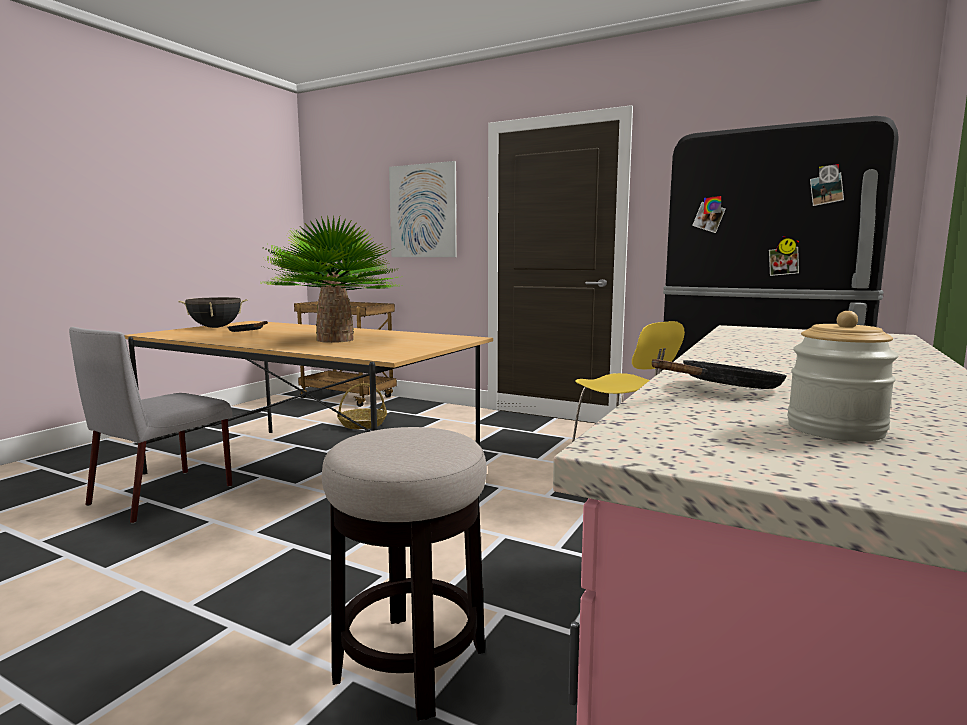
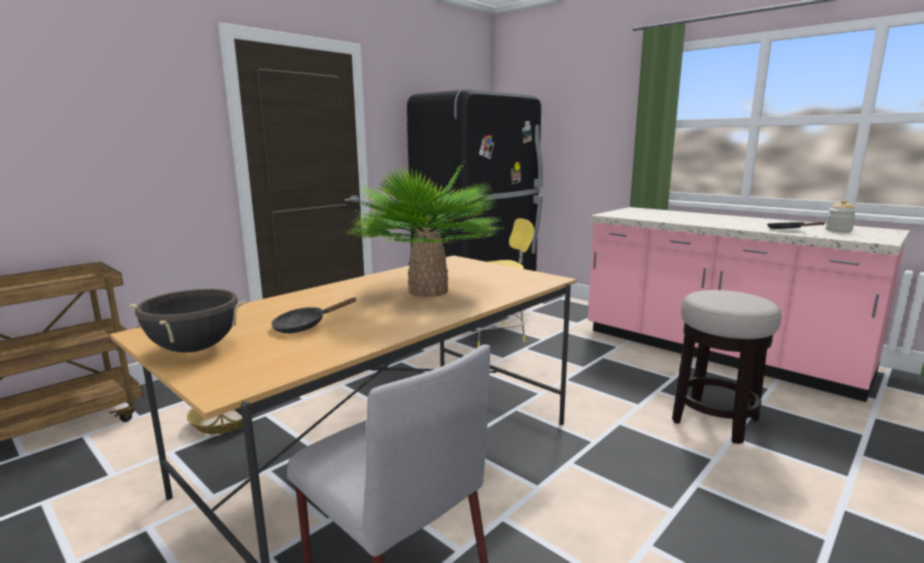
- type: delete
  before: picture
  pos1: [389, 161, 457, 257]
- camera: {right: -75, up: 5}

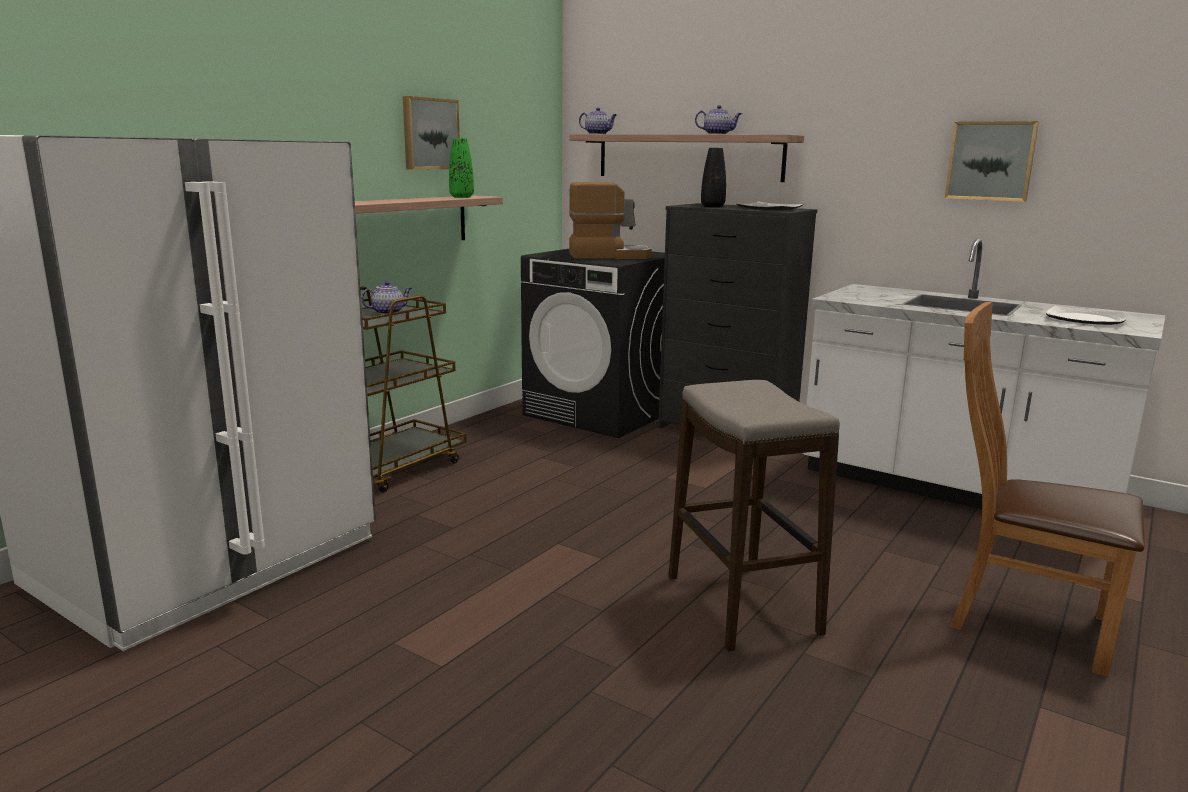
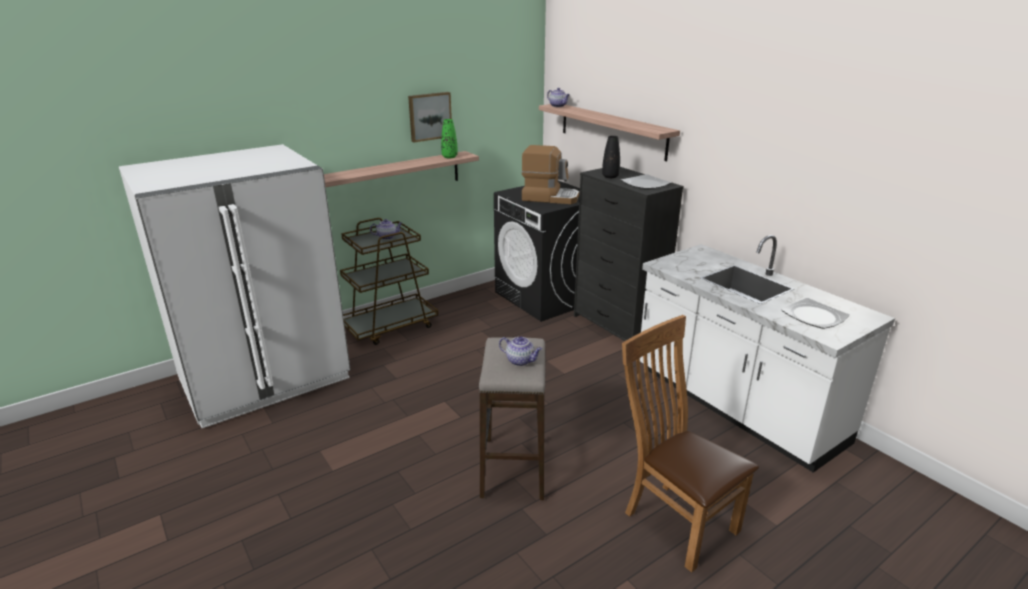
- type: move
  before: teapot
  pos1: [695, 105, 742, 134]
  pos2: [499, 336, 542, 366]
- type: delete
  before: picture
  pos1: [945, 121, 1039, 202]
- camera: {right: 20, up: 10}

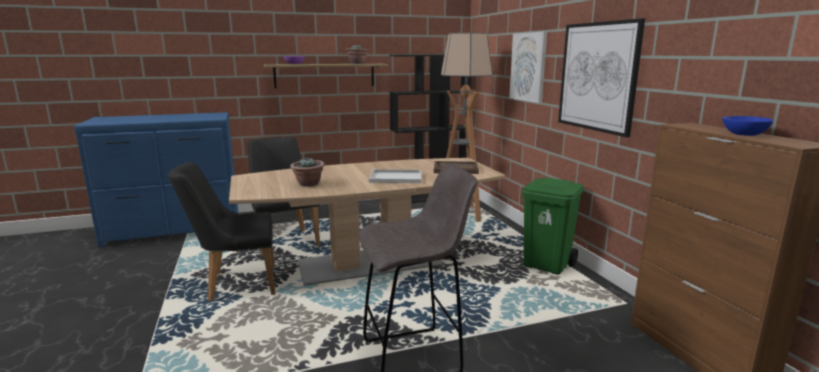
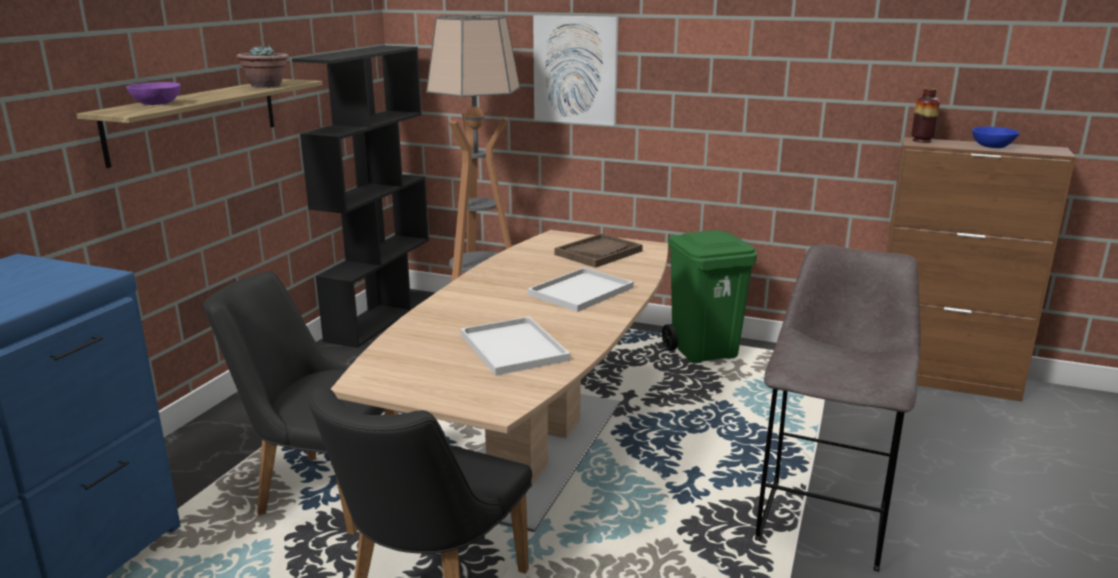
- type: replace
  before: potted plant
  after: tray (white)
  pos1: [290, 158, 325, 187]
  pos2: [461, 317, 570, 376]
- type: insert
  after: vase
  pos2: [911, 88, 940, 143]
- type: delete
  before: picture
  pos1: [558, 18, 645, 137]
- camera: {right: -50, up: 5}

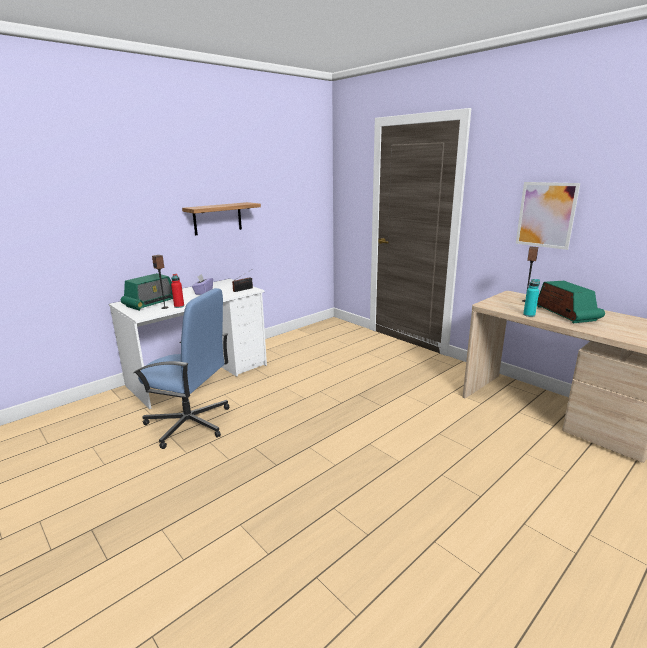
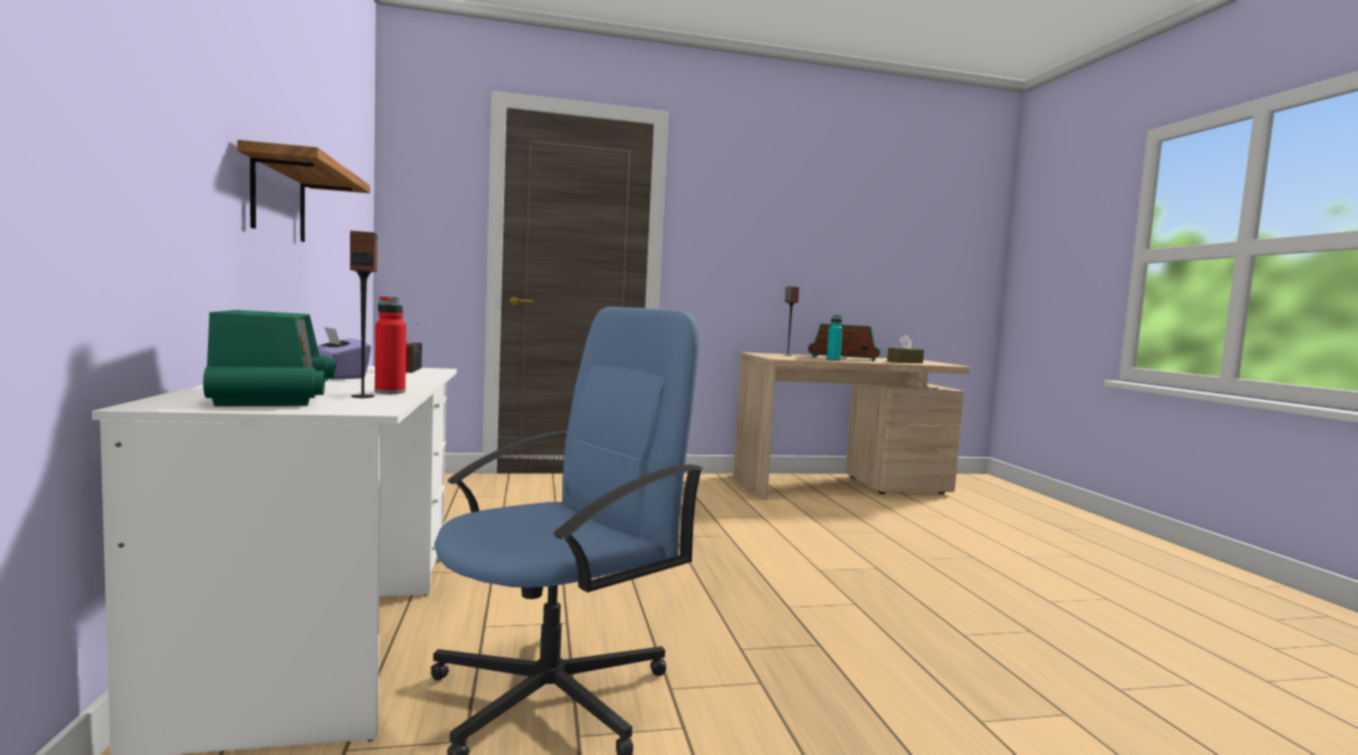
- type: insert
  after: tissue box (brown)
  pos2: [887, 335, 924, 363]
- type: delete
  before: picture
  pos1: [516, 182, 580, 250]
- camera: {right: -60, up: -15}

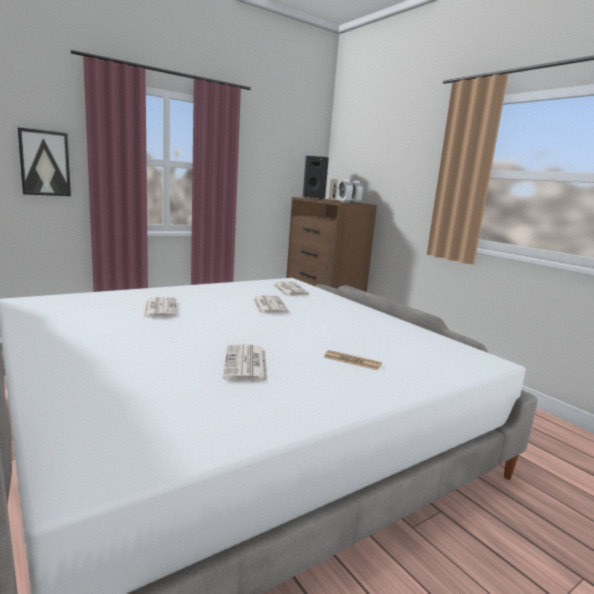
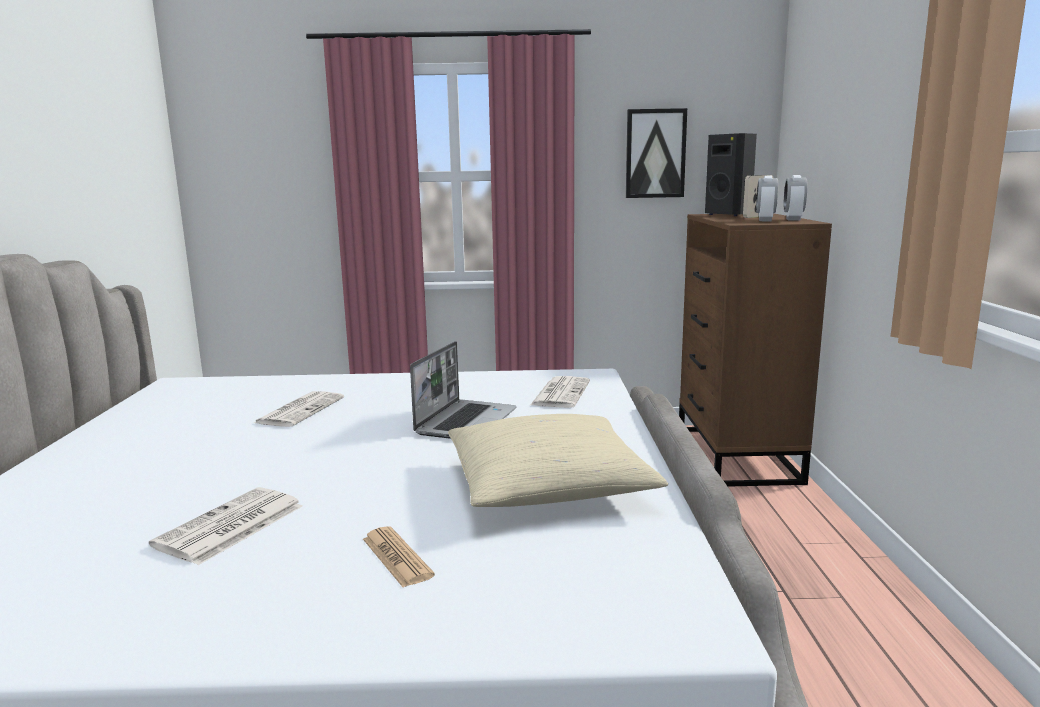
- type: replace
  before: newspaper
  after: laptop
  pos1: [253, 295, 289, 314]
  pos2: [410, 341, 517, 439]
- type: insert
  after: pillow (beige)
  pos2: [448, 414, 669, 507]
- type: move
  before: picture
  pos1: [17, 128, 71, 196]
  pos2: [626, 108, 687, 198]
- camera: {right: 35, up: 0}

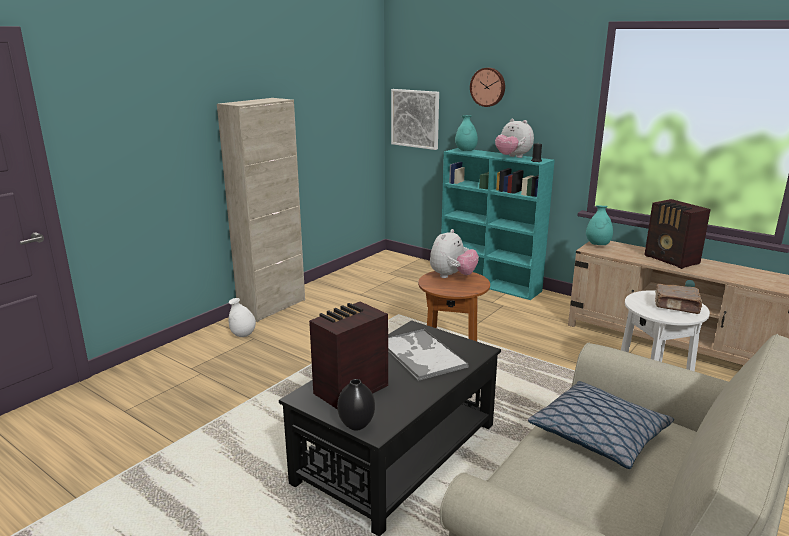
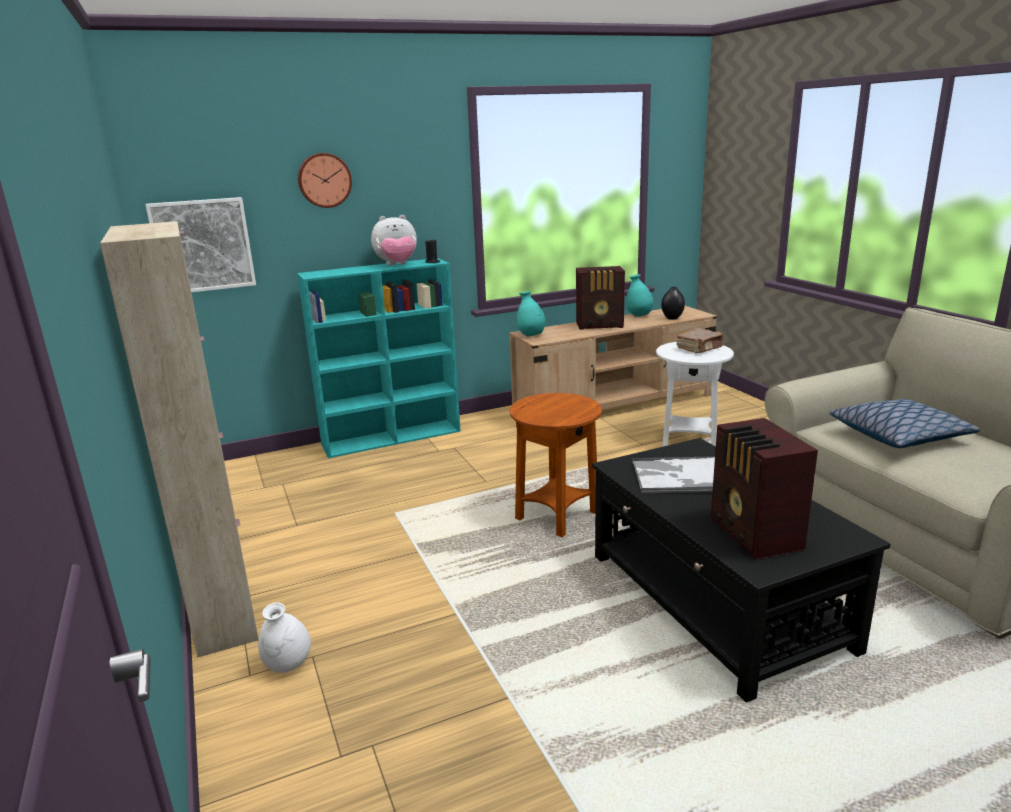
- type: move
  before: vase (turquoise)
  pos1: [455, 115, 478, 151]
  pos2: [626, 274, 653, 317]
- type: move
  before: vase (black)
  pos1: [337, 379, 375, 431]
  pos2: [661, 287, 685, 320]
- type: delete
  before: plush toy
  pos1: [430, 229, 479, 278]
- camera: {right: -60, up: 0}

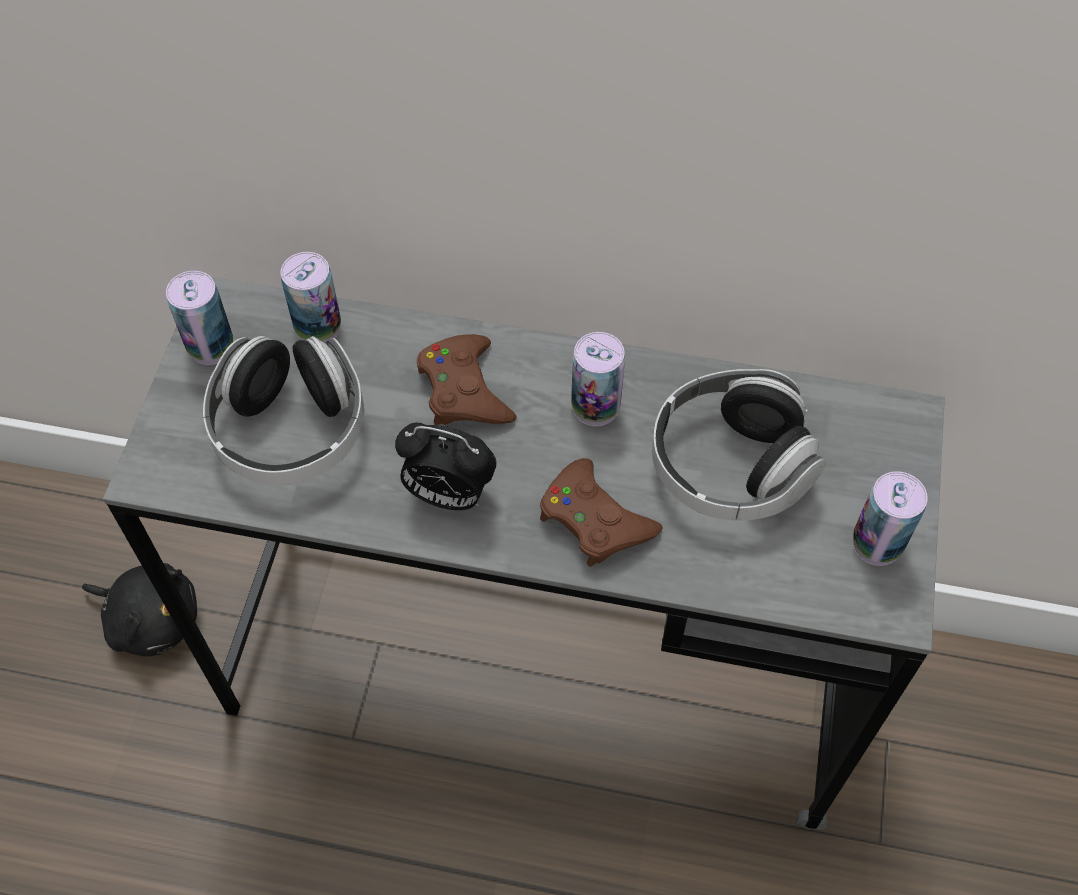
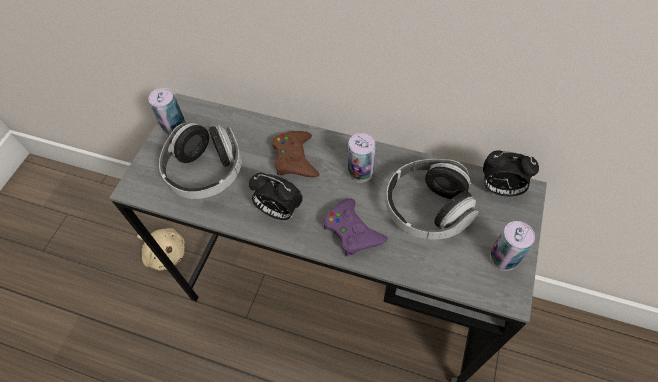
- type: recolor
  before: plush toy (black)
  after: plush toy (beige)
  pos1: [82, 563, 197, 657]
  pos2: [137, 228, 185, 270]
- type: recolor
  before: game controller (brown)
  after: game controller (purple)
  pos1: [540, 458, 663, 567]
  pos2: [324, 199, 388, 256]
- type: insert
  after: alarm clock
  pos2: [483, 150, 539, 196]
- type: delete
  before: can
  pos1: [281, 252, 341, 344]
- camera: {right: 10, up: 0}

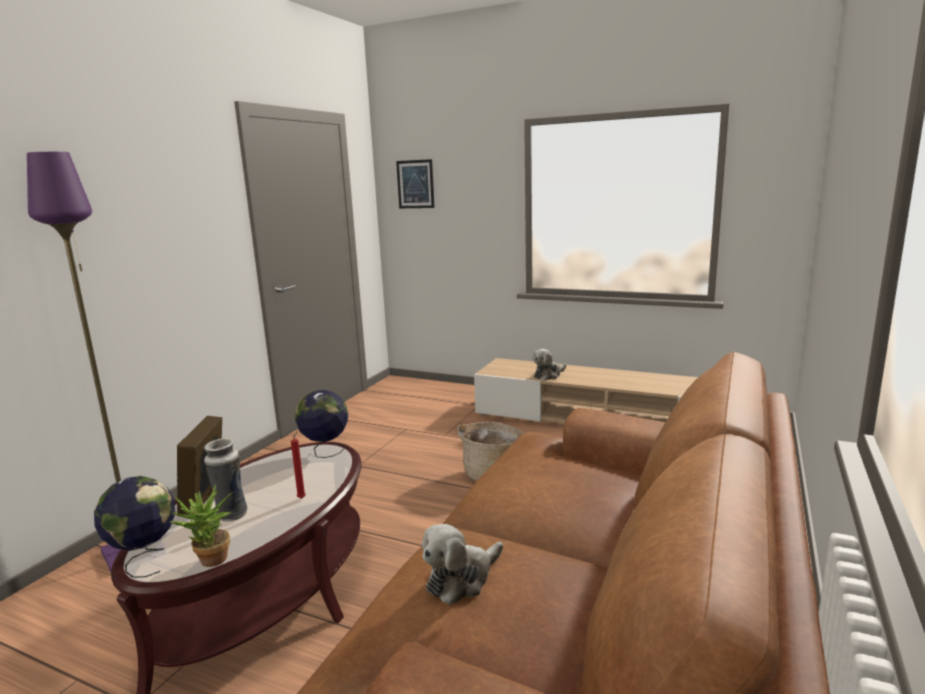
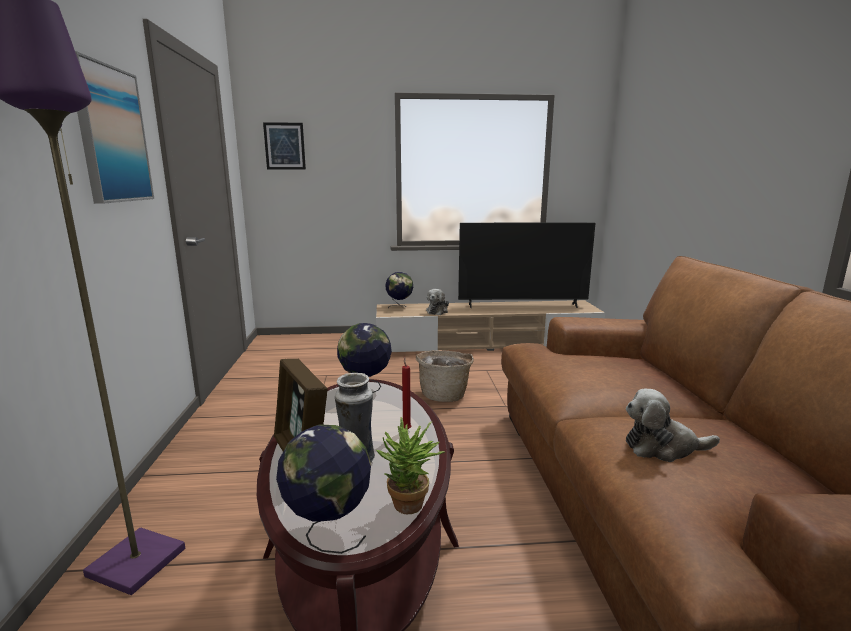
- type: insert
  after: picture
  pos2: [75, 51, 154, 204]
- type: insert
  after: globe
  pos2: [385, 272, 413, 308]
- type: insert
  after: television
  pos2: [458, 223, 595, 308]
- type: rotate
  before: plush toy
  pos1: [422, 524, 503, 605]
  pos2: [626, 388, 720, 462]
  turn: 75
- camera: {right: -30, up: 0}

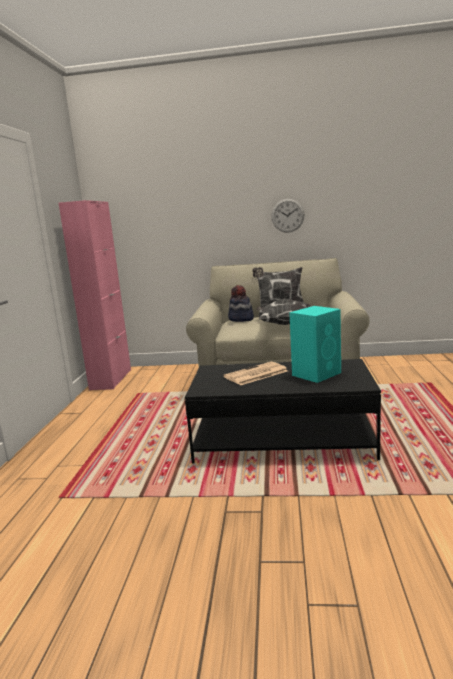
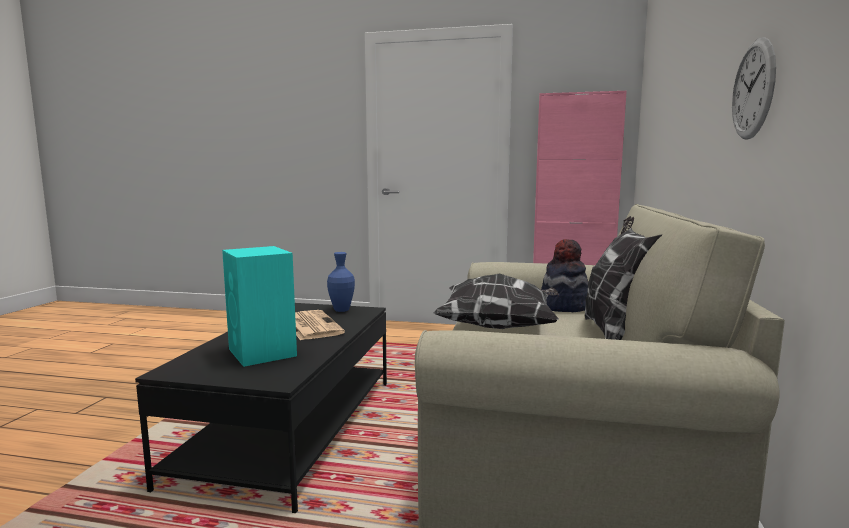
- type: insert
  after: vase (blue)
  pos2: [327, 252, 355, 312]
- camera: {right: 95, up: -5}

